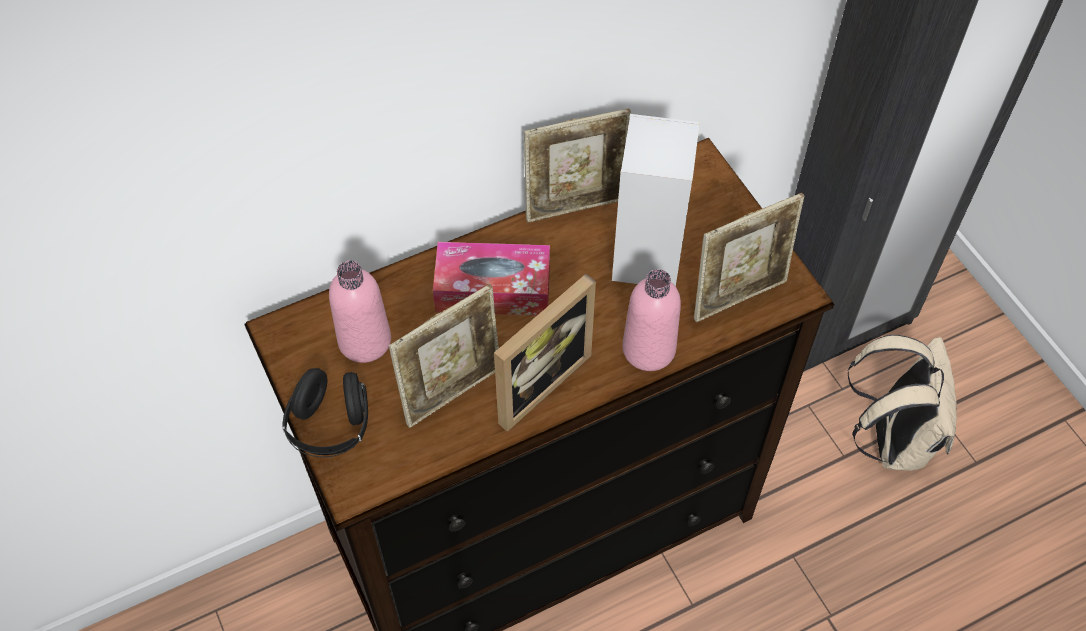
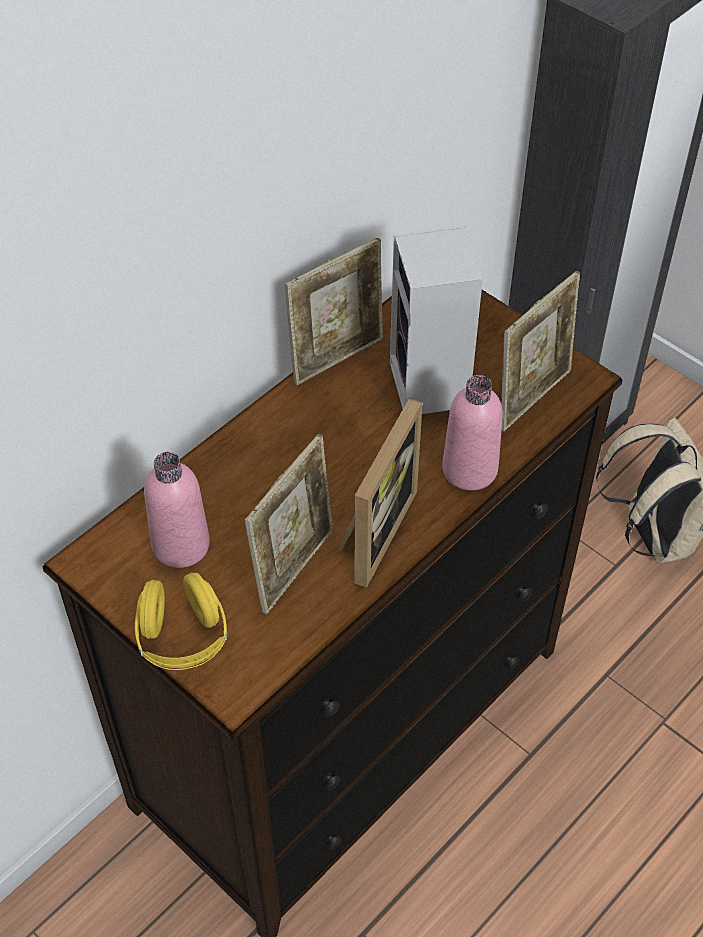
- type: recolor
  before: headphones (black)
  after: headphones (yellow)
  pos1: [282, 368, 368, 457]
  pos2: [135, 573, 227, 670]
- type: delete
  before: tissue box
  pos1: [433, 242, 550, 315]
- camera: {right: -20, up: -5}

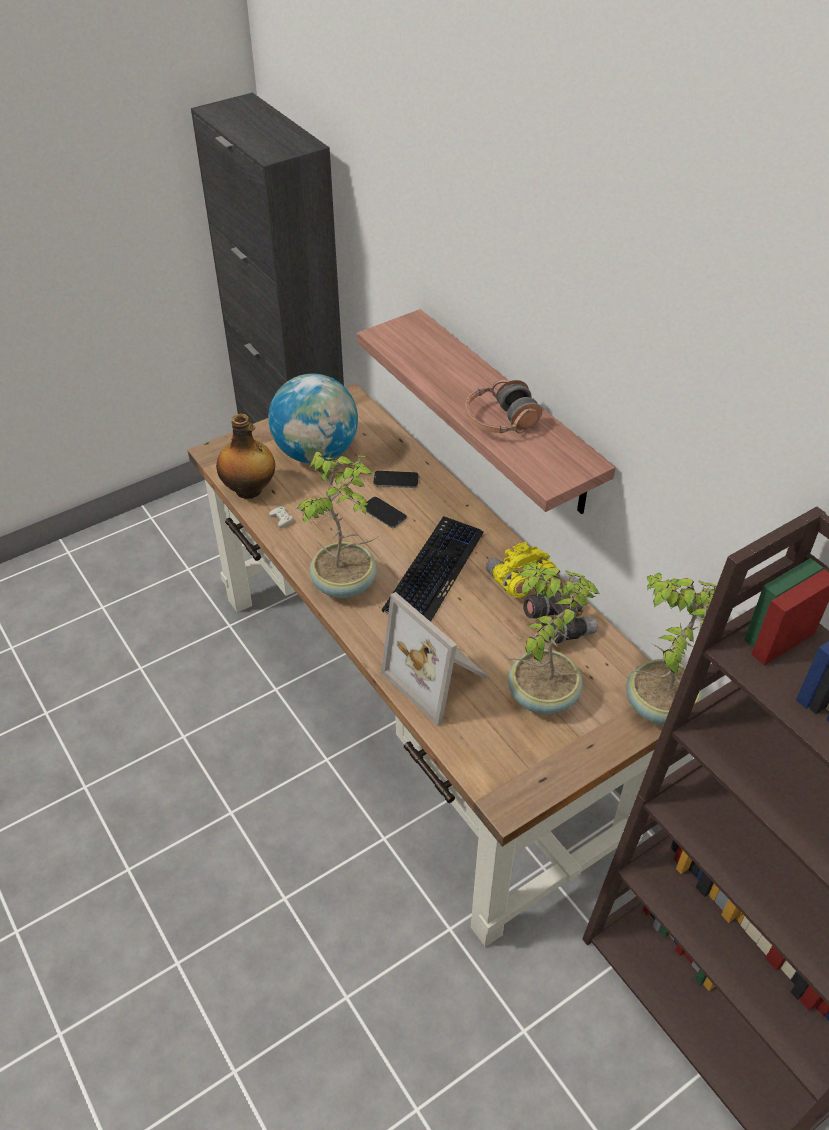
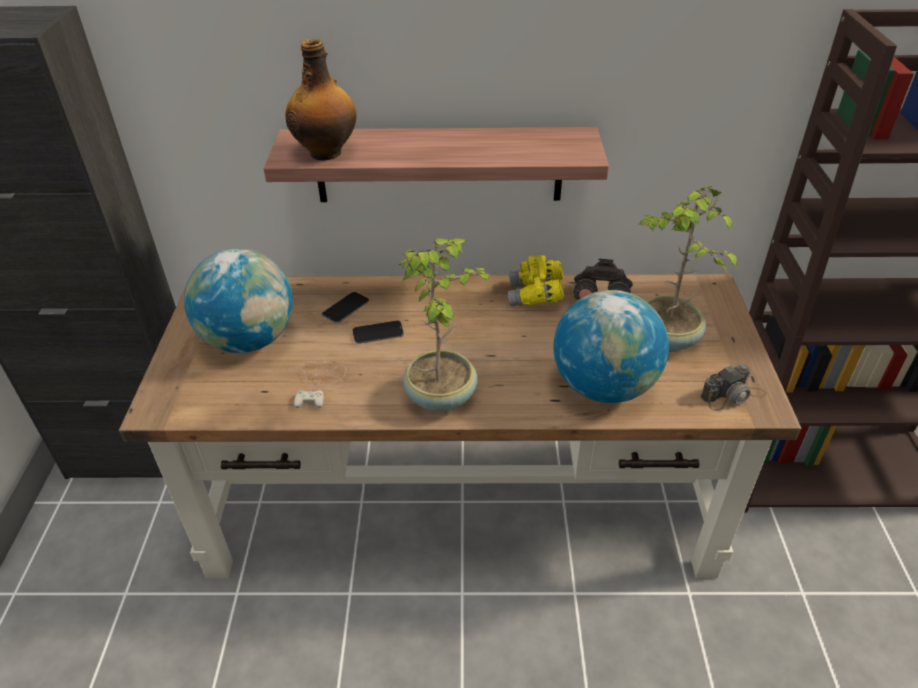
- type: move
  before: bottle
  pos1: [216, 414, 275, 499]
  pos2: [285, 39, 356, 160]
- type: replace
  before: picture frame
  after: globe
  pos1: [381, 592, 489, 726]
  pos2: [554, 290, 669, 403]
- type: insert
  after: photo camera
  pos2: [701, 364, 767, 411]
- type: delete
  before: keyboard
  pos1: [382, 516, 484, 622]
- type: delete
  before: headphones
  pos1: [465, 380, 542, 434]
- type: delete
  before: potted plant
  pos1: [626, 573, 717, 725]
- camera: {right: -55, up: -5}

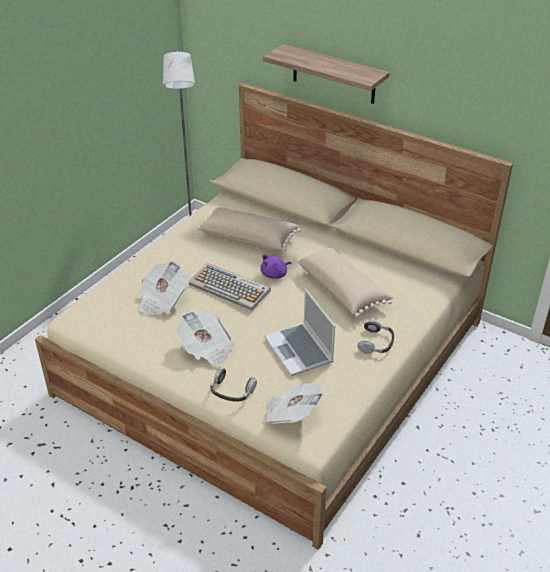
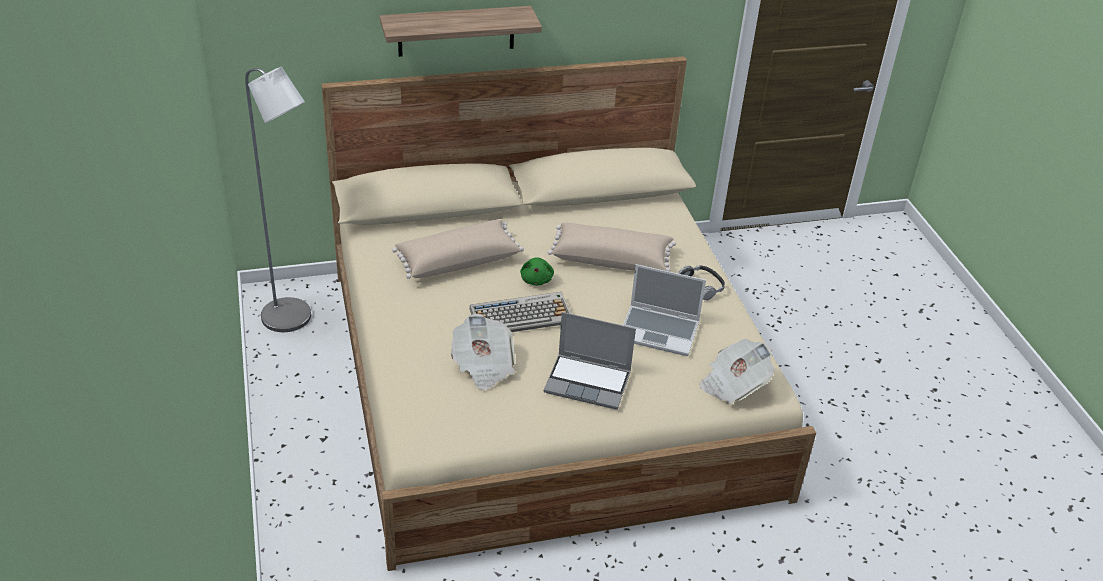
- type: recolor
  before: plush toy (purple)
  after: plush toy (green)
  pos1: [261, 255, 291, 279]
  pos2: [520, 257, 554, 285]
- type: replace
  before: newspaper
  after: laptop
  pos1: [177, 311, 235, 367]
  pos2: [544, 312, 636, 409]
- type: delete
  before: headphones
  pos1: [210, 368, 257, 402]
- camera: {right: -50, up: 0}

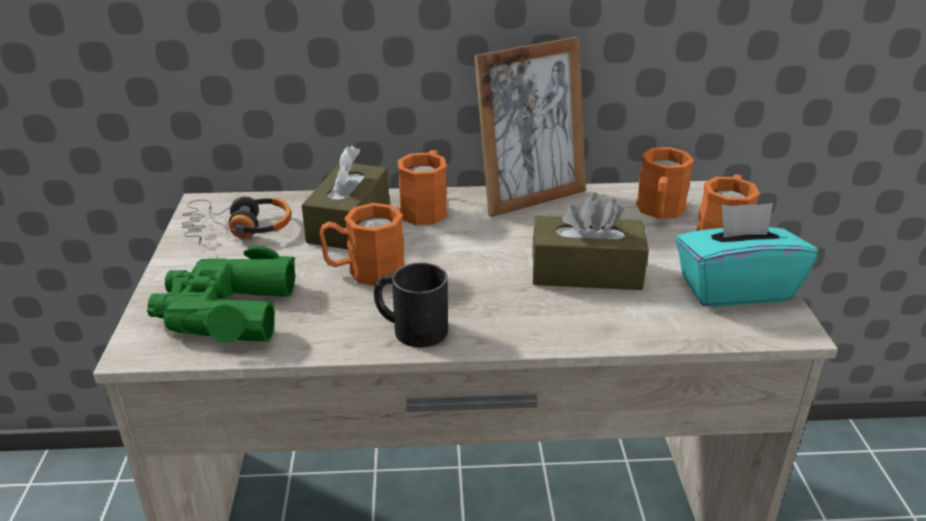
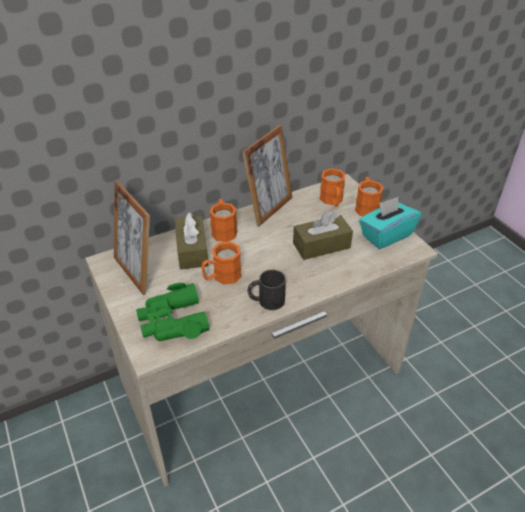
- type: replace
  before: headphones
  after: picture frame
  pos1: [181, 196, 291, 244]
  pos2: [114, 180, 150, 295]
- camera: {right: -25, up: 10}

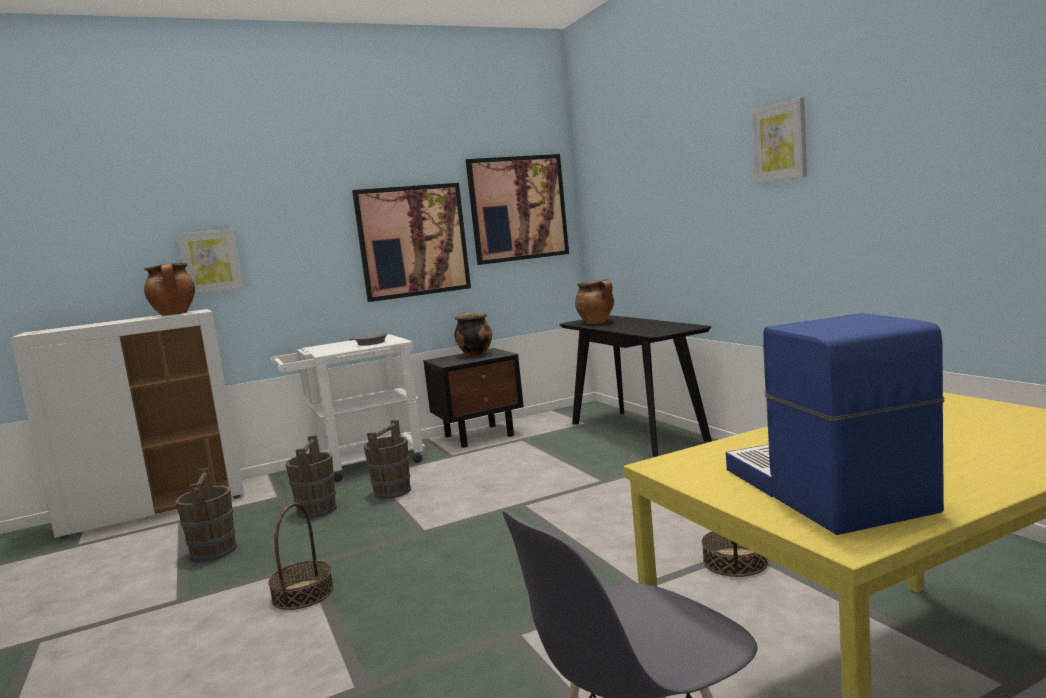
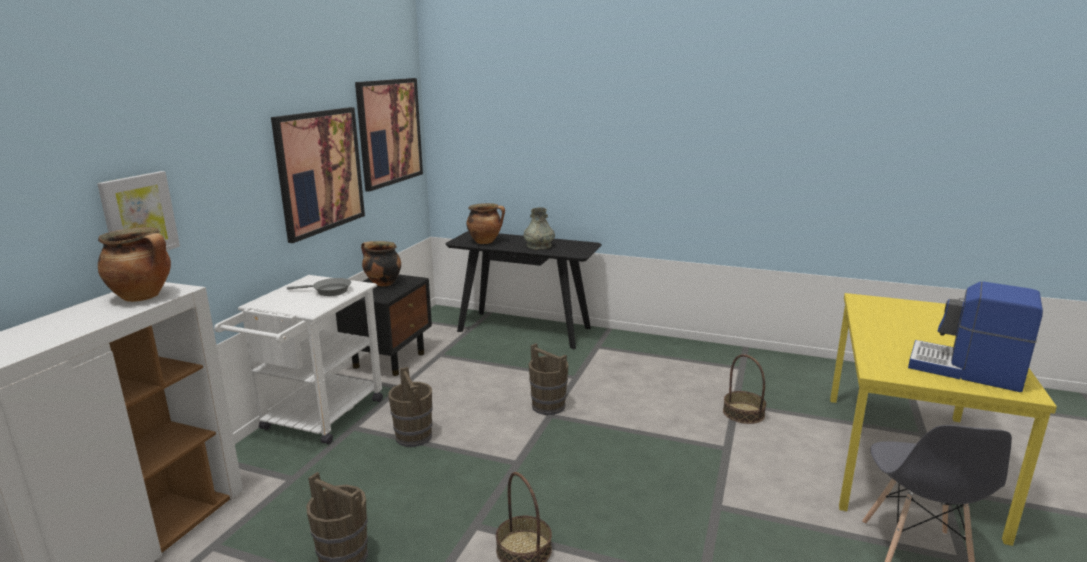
- type: insert
  after: vase (grey)
  pos2: [524, 207, 555, 250]
- type: move
  before: bucket (brown)
  pos1: [286, 435, 337, 518]
  pos2: [529, 343, 569, 415]
- type: delete
  before: picture
  pos1: [751, 97, 807, 184]
- camera: {right: -45, up: 10}

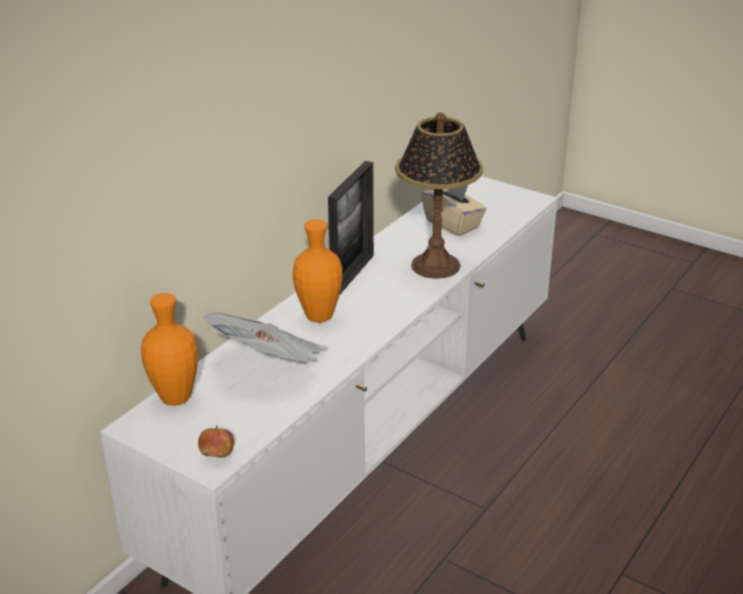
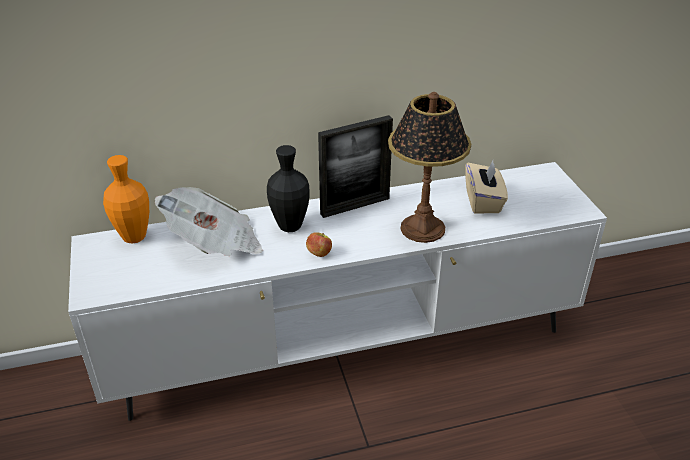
- type: recolor
  before: vase (orange)
  after: vase (black)
  pos1: [293, 219, 342, 323]
  pos2: [267, 145, 310, 232]
- type: move
  before: apple
  pos1: [198, 425, 234, 458]
  pos2: [306, 232, 332, 257]
- camera: {right: 40, up: 5}

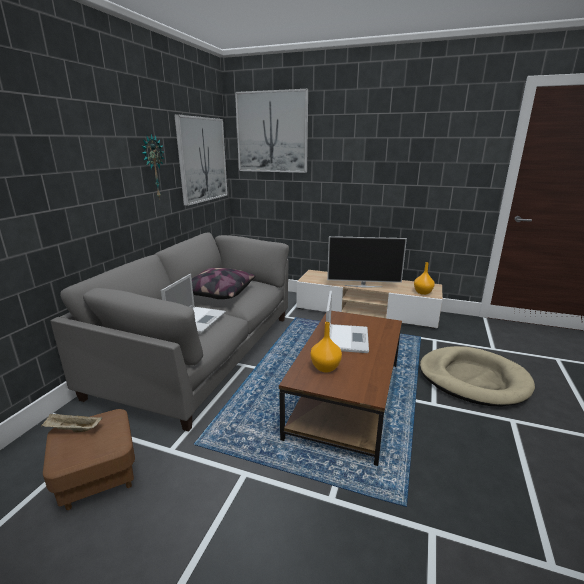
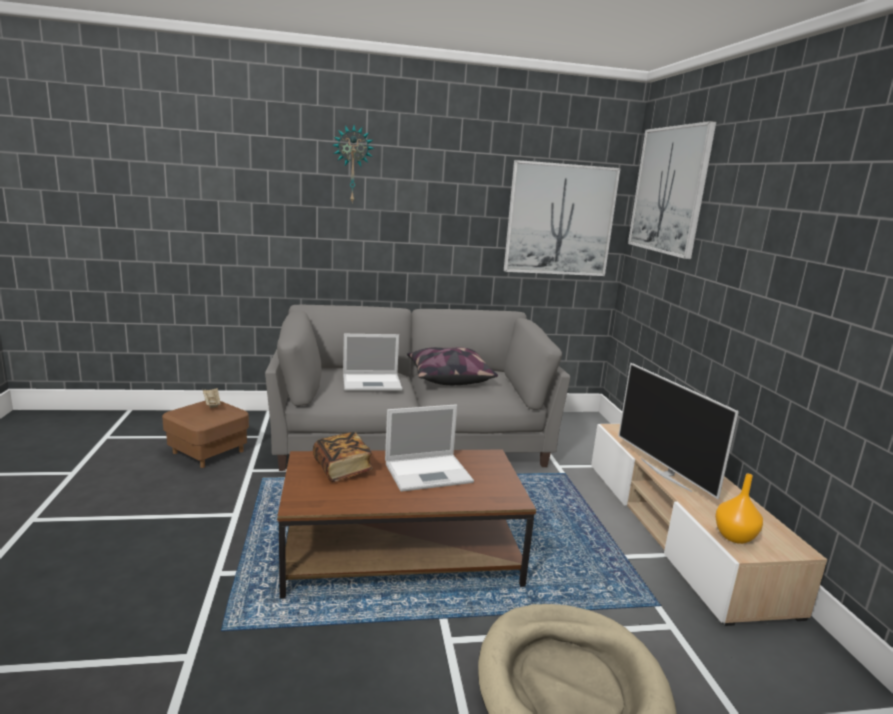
- type: replace
  before: vase (orange)
  after: book
  pos1: [310, 322, 342, 373]
  pos2: [313, 432, 373, 482]
- type: move
  before: wall clock
  pos1: [142, 134, 164, 197]
  pos2: [332, 125, 375, 202]
- camera: {right: 60, up: -5}

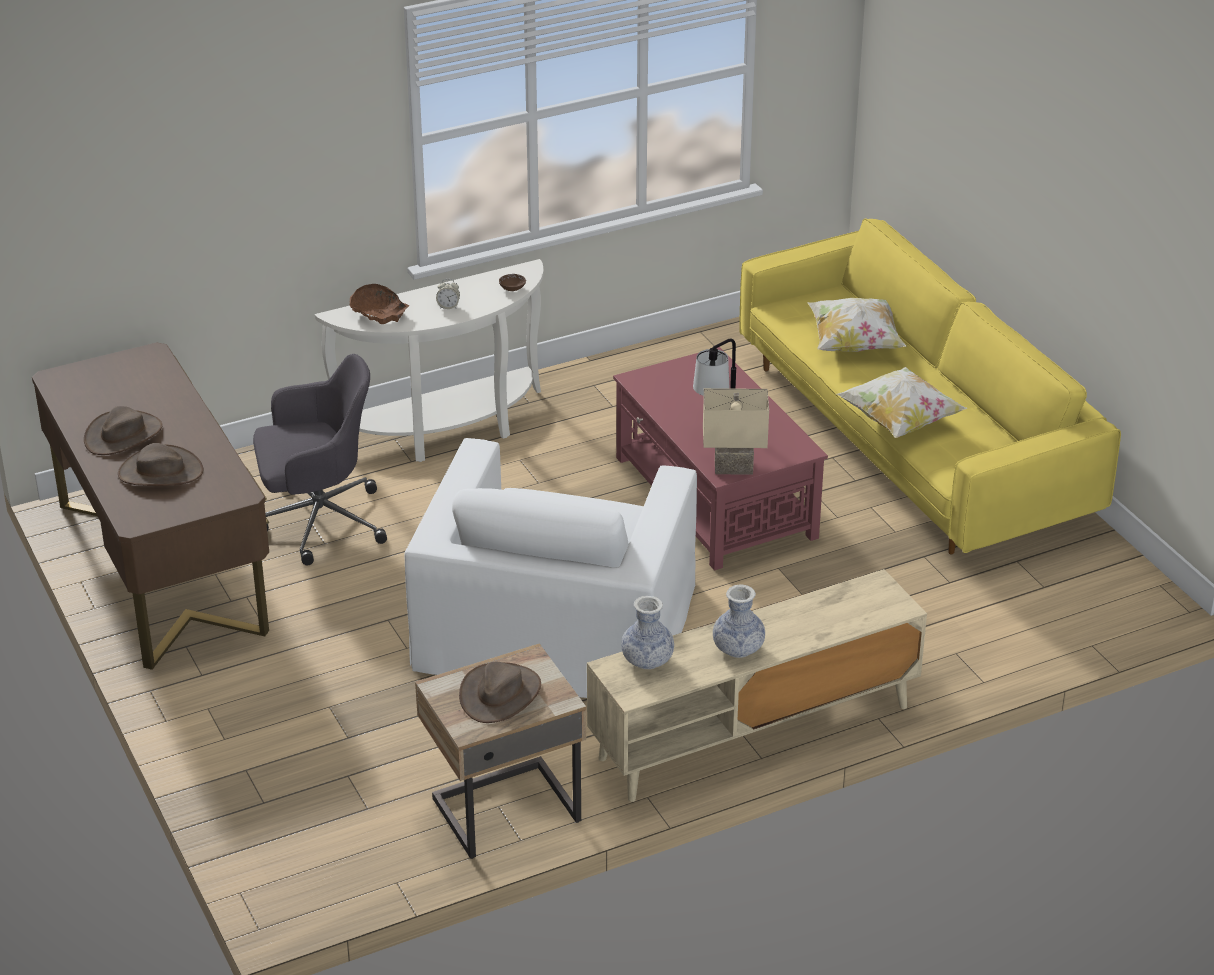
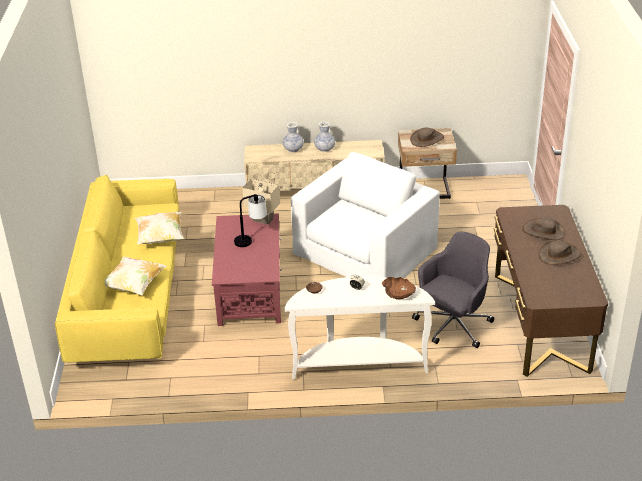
- type: move
  before: vase
  pos1: [621, 596, 674, 669]
  pos2: [283, 122, 304, 152]
- type: rotate
  before: office chair (grey)
  pos1: [253, 354, 387, 566]
  pos2: [412, 232, 494, 348]
  turn: 120
- camera: {right: -155, up: 0}

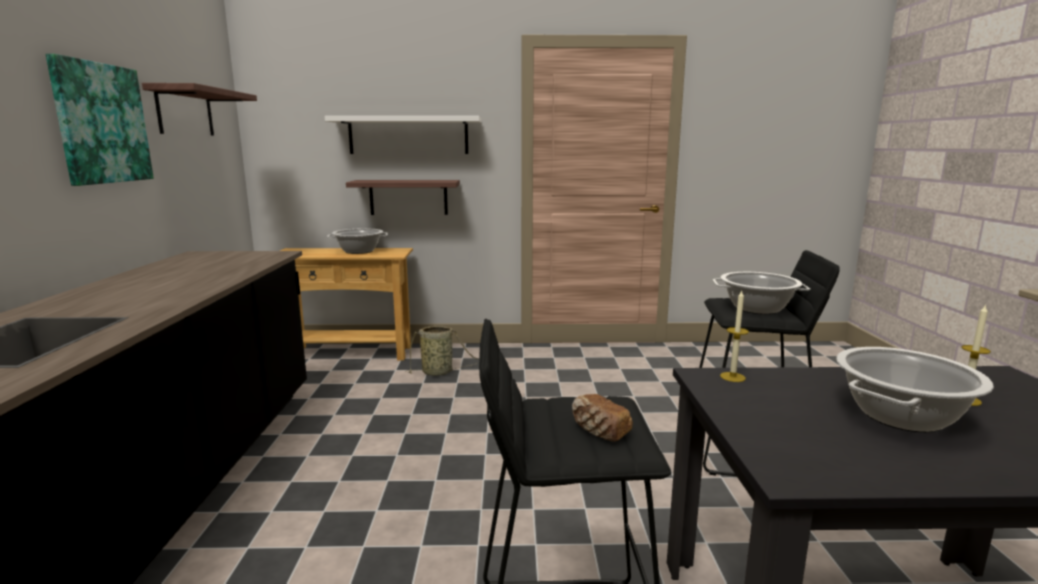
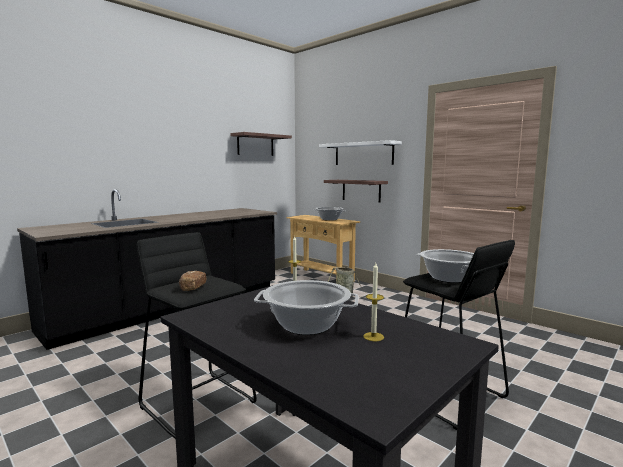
- type: delete
  before: picture
  pos1: [46, 54, 154, 186]
- camera: {right: 45, up: -5}

